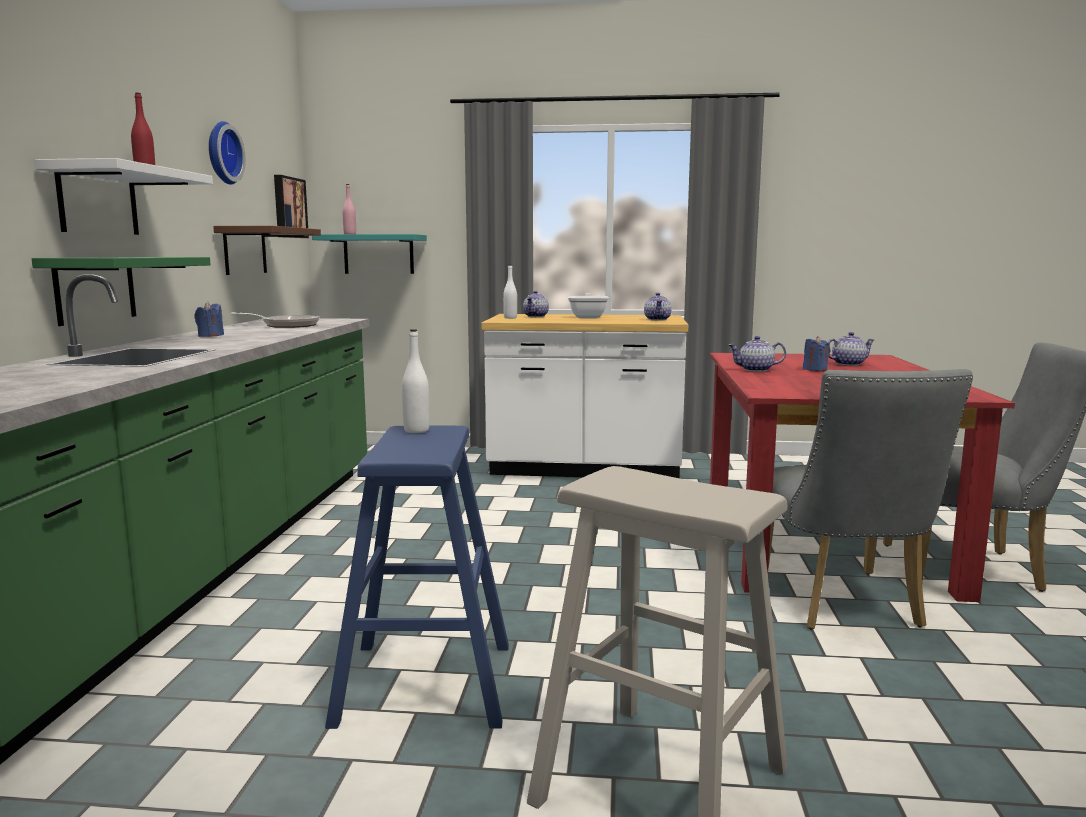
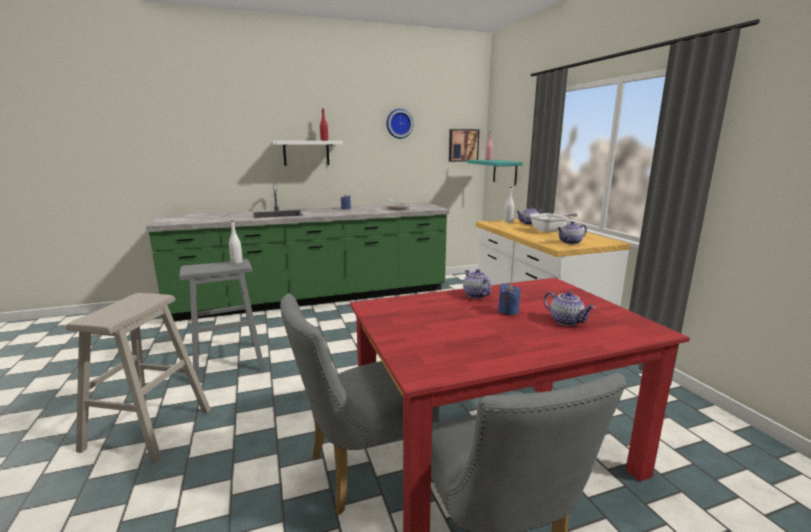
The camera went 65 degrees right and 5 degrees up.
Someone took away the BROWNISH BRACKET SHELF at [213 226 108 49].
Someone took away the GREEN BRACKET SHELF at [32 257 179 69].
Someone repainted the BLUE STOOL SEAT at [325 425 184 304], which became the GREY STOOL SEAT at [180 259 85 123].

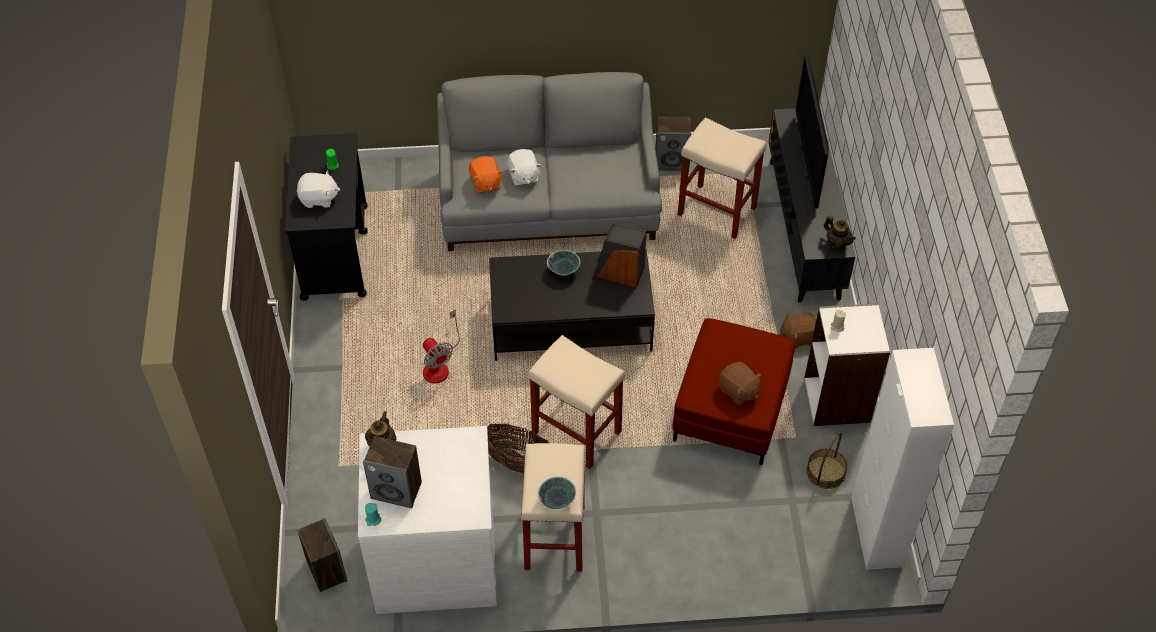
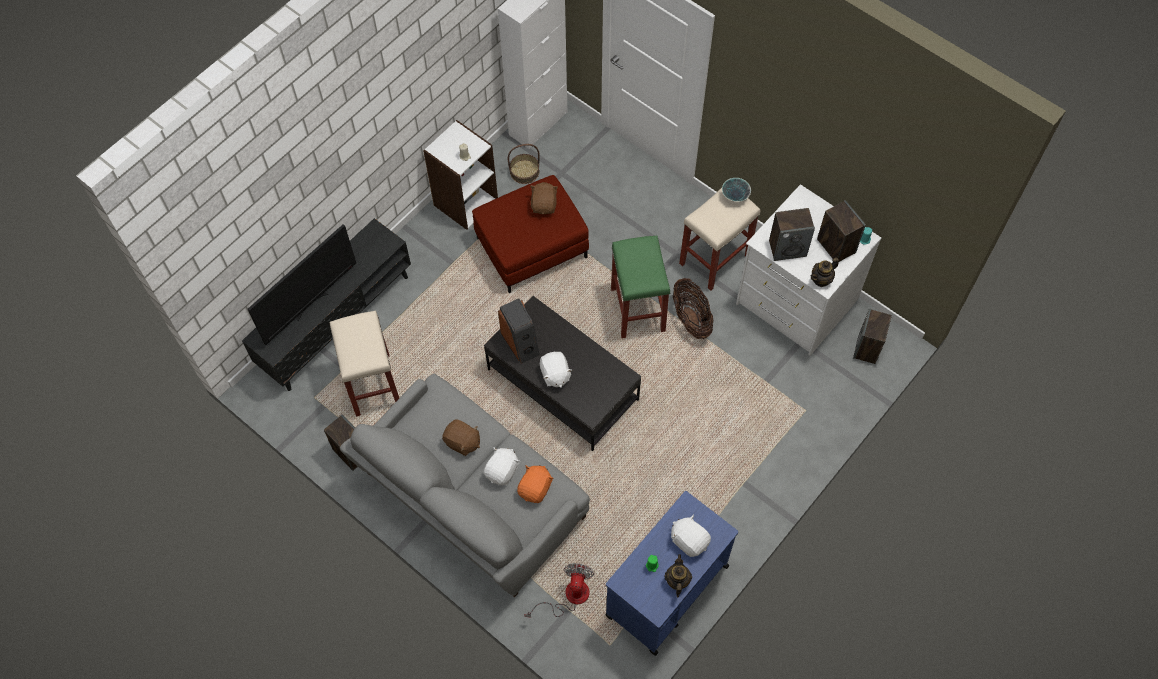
The camera went 135 degrees left and 10 degrees up.
Someone repainted the BLACKISH TROLLEY at [285 133 82 168], which became the BLUE TROLLEY at [605 491 133 165].
Someone carried the TEA POT from [824 215 32 35] to [664 554 28 43].
Someone swapped the BOWL at [547 250 33 26] for the WHITISH SOFT TOY at [540 352 32 36].
Someone carried the ELECTRIC FAN from [423 310 37 73] to [524 563 70 55].
Someone carried the BROWNISH SOFT TOY from [779 312 37 37] to [442 419 38 37].
Someone repainted the SAND-COLOURED STOOL SEAT at [528 335 97 134], which became the GREEN STOOL SEAT at [611 235 59 103].
Someone put down the SPEAKER at [769 208 46 53].

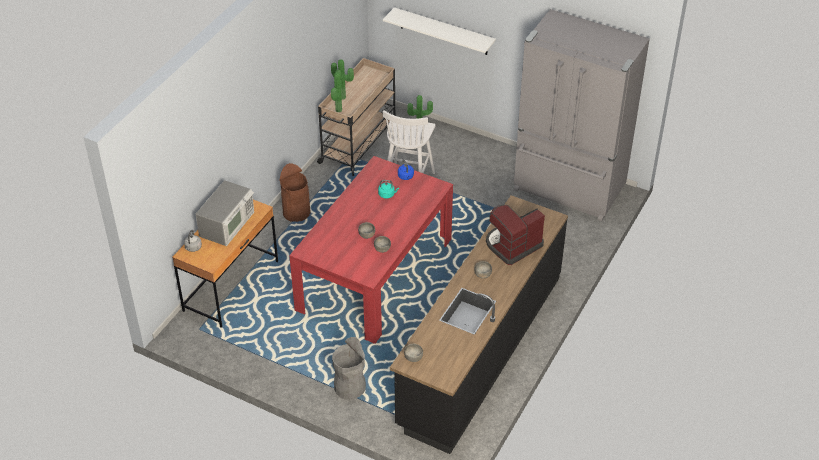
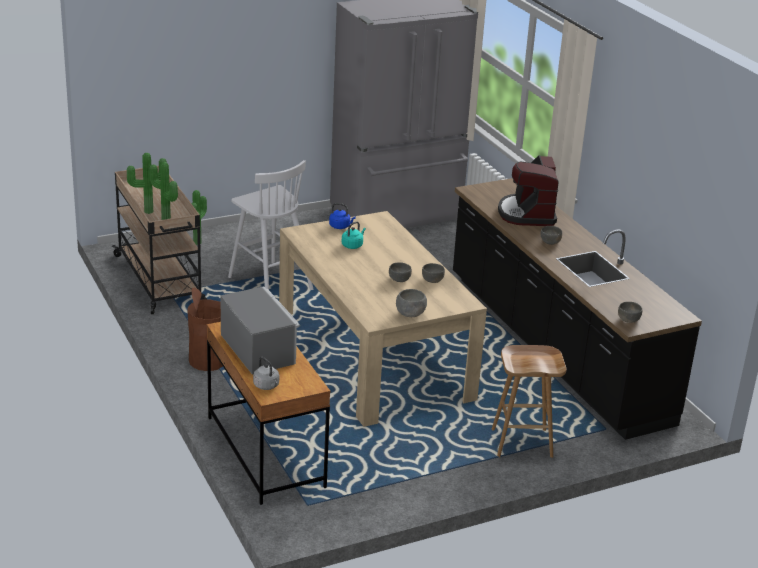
The camera went 55 degrees left and 15 degrees down.
Someone took away the WHITISH BRACKET SHELF at [383 7 113 48].
Someone repainted the RED DINNER TABLE at [289 156 164 188], which became the SAND-COLOURED DINNER TABLE at [279 211 208 216].
Someone swapped the GREY RUBBISH BIN at [332 337 34 63] for the BROWNISH STOOL SEAT at [492 345 75 113].
Someone put down the GREY BOWL at [396 289 31 28].

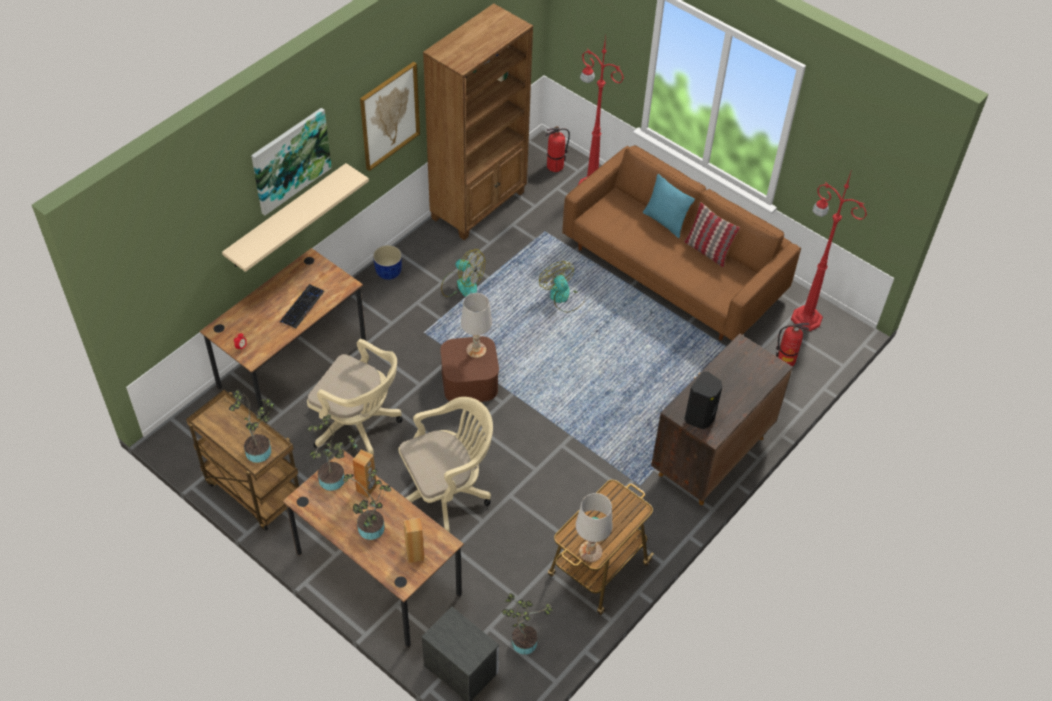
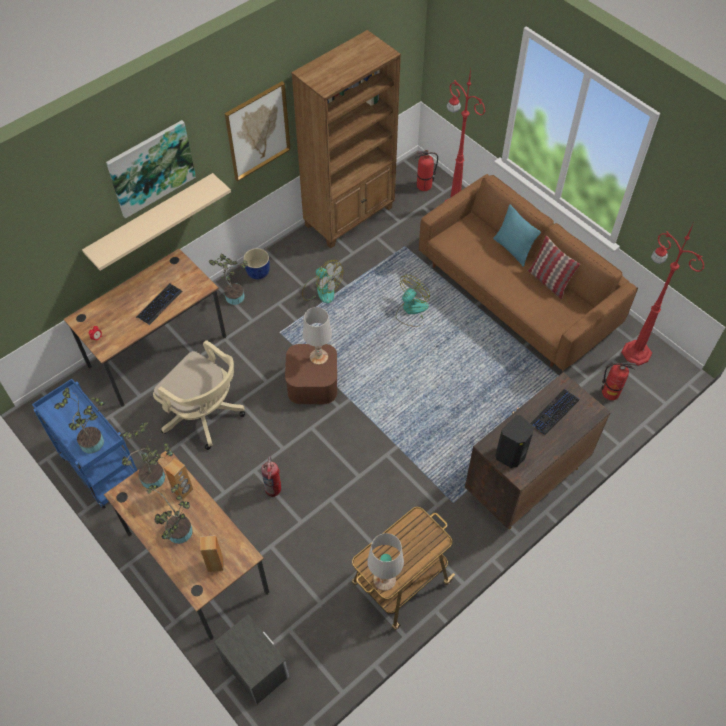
The camera went 10 degrees right and 5 degrees up.
Someone rotated the ELECTRIC FAN at [539 261 47 51] by 60 degrees clockwise.
Someone repainted the BROWNISH TROLLEY at [186 390 113 141], which became the BLUE TROLLEY at [32 379 106 130].
Someone swapped the SAND-COLOURED OFFICE CHAIR at [399 397 94 135] for the FIRE EXTINGUISHER at [261 456 20 41].
Someone carried the POTTED PLANT from [502 593 50 62] to [209 254 39 51].
Someone put down the PC KEYBOARD at [530 389 49 45].

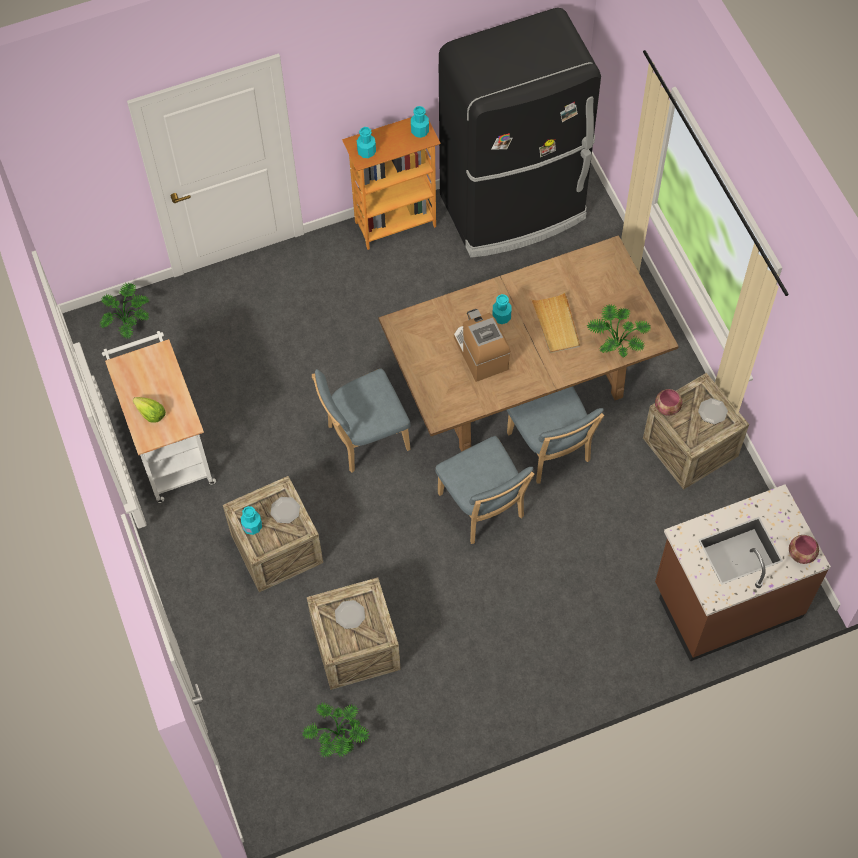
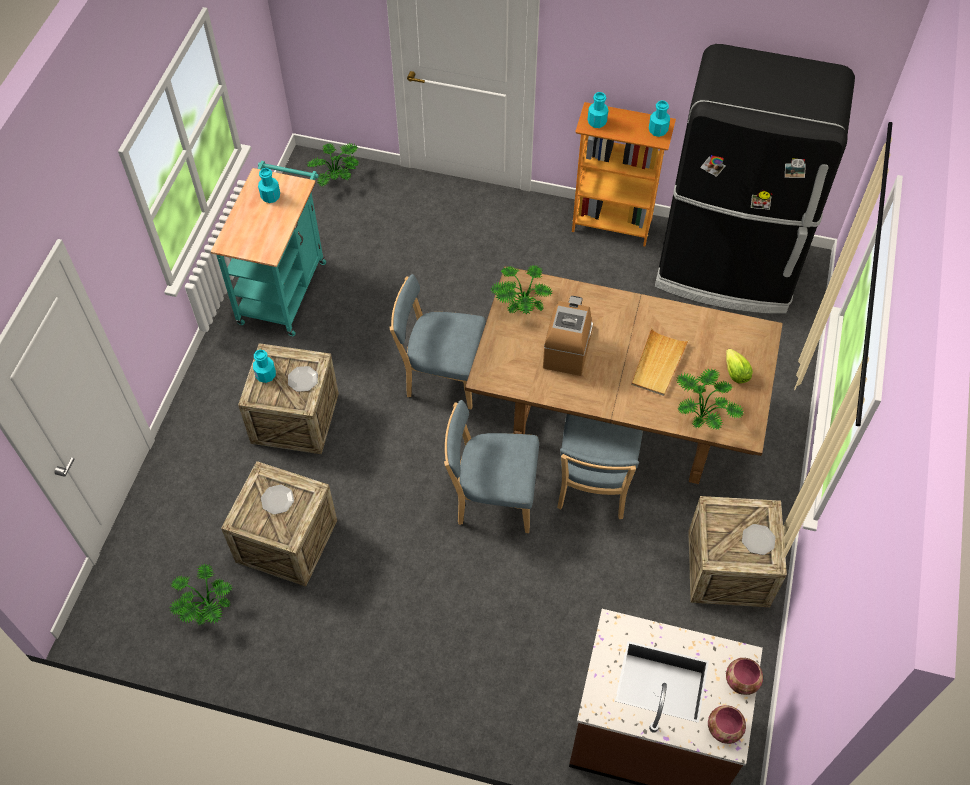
The camera went 35 degrees right and 5 degrees down.
Someone carried the TURQUOISE-COLOURED BOTTLE from [492 294 19 30] to [258 168 22 35].
Someone repainted the WHITISH TROLLEY at [102 331 114 172], which became the TURQUOISE-COLOURED TROLLEY at [211 161 115 175].
Someone carried the BOWL from [655 389 27 27] to [726 658 37 37].
Someone carried the LETTUCE HEAD from [133 397 33 25] to [726 349 27 35].
Someone rotated the BLUE UPRIGHT CHAIR at [435 436 99 108] by 90 degrees clockwise.
Someone put down the POTTED PLANT at [491 265 62 50].

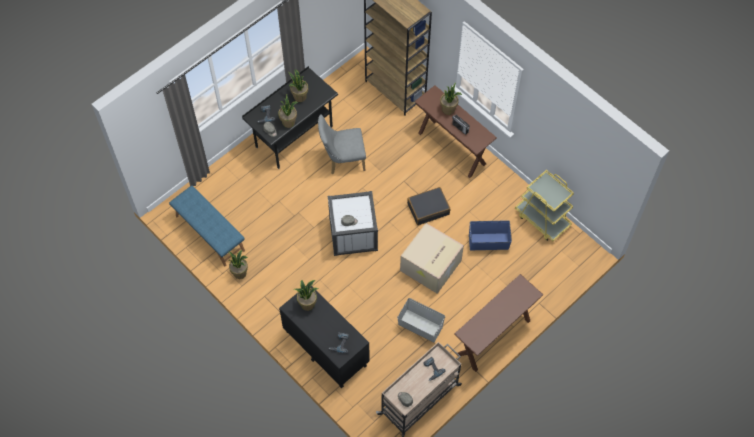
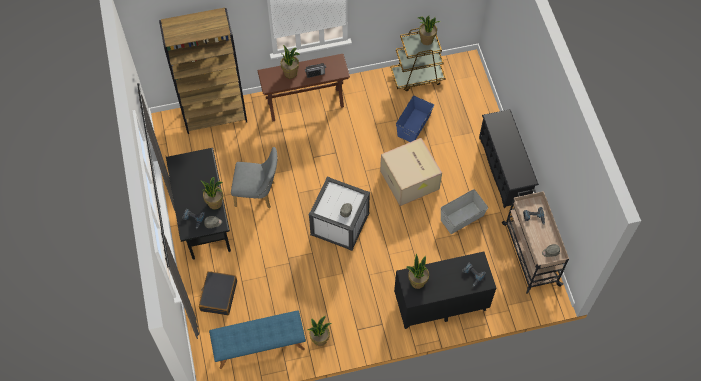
The camera went 60 degrees left and 0 degrees up.
Someone carried the POTTED PLANT from [288 69 20 33] to [418 16 22 29].
Someone rotated the GREY UPRIGHT CHAIR at [318 114 48 60] by 105 degrees counterclockwise.
Someone repainted the YELLOW-COLOURED TROLLEY at [515 170 59 71], which became the BROWNISH TROLLEY at [391 28 55 63].
Someone carried the BLACKISH SUITCASE from [407 187 43 38] to [199 271 38 44].
Someone swapped the BROWNISH CONSOLE TABLE at [454 274 89 98] for the BLACKISH SHOE RACK at [479 109 60 99].

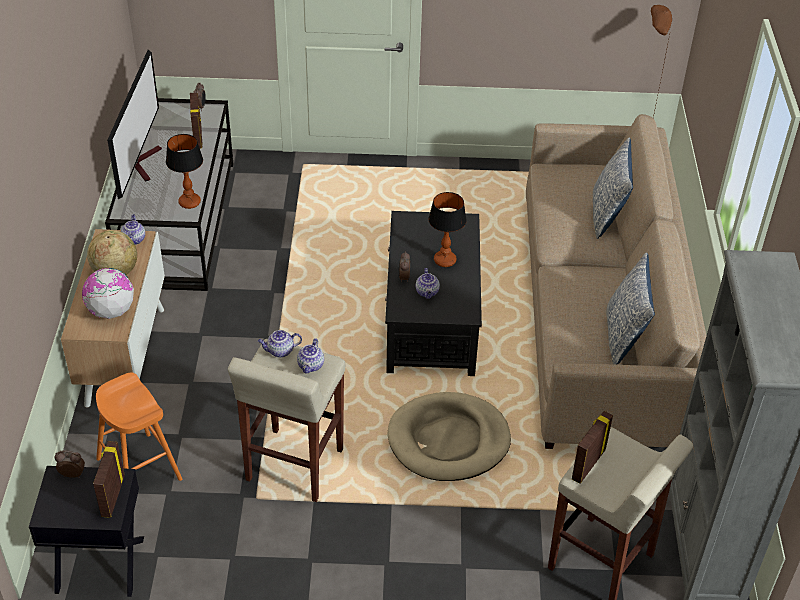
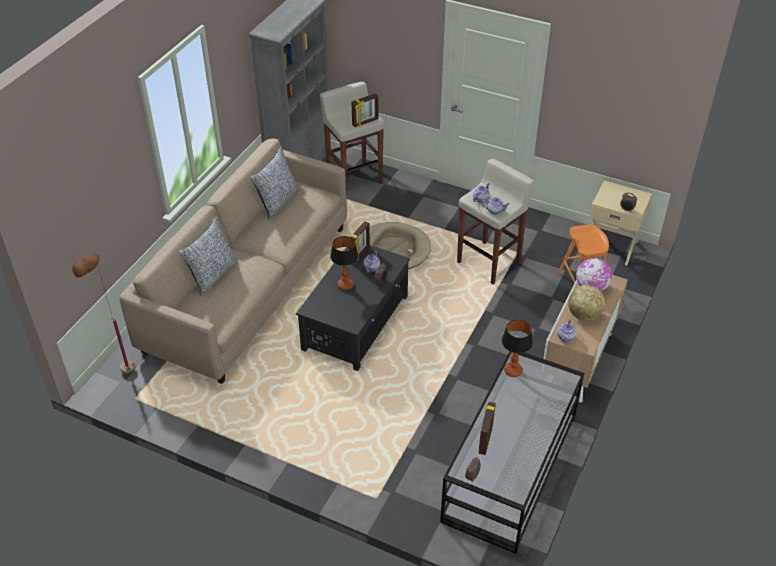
The camera went 155 degrees left and 0 degrees up.
Someone took away the TV SET at [107 50 55 149].
Someone carried the PHOTO FRAME from [93 441 32 77] to [349 221 21 43].
Someone repainted the BLACKISH NIGHT TABLE at [29 466 115 131], which became the SAND-COLOURED NIGHT TABLE at [589 180 63 85].

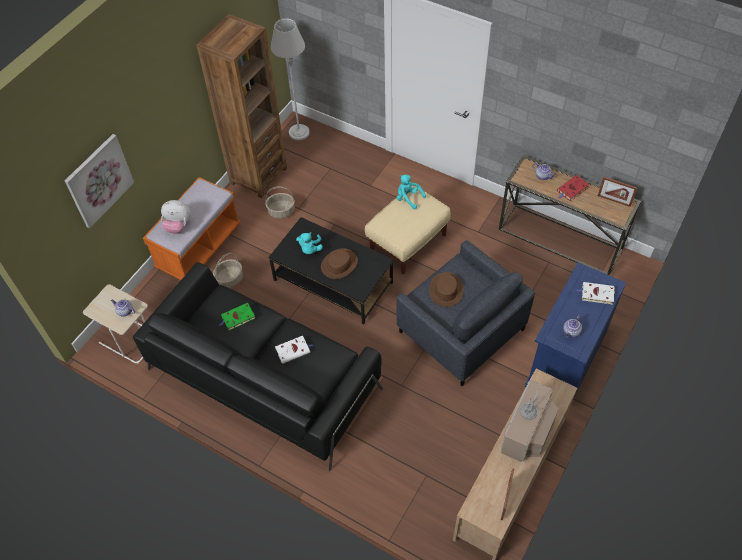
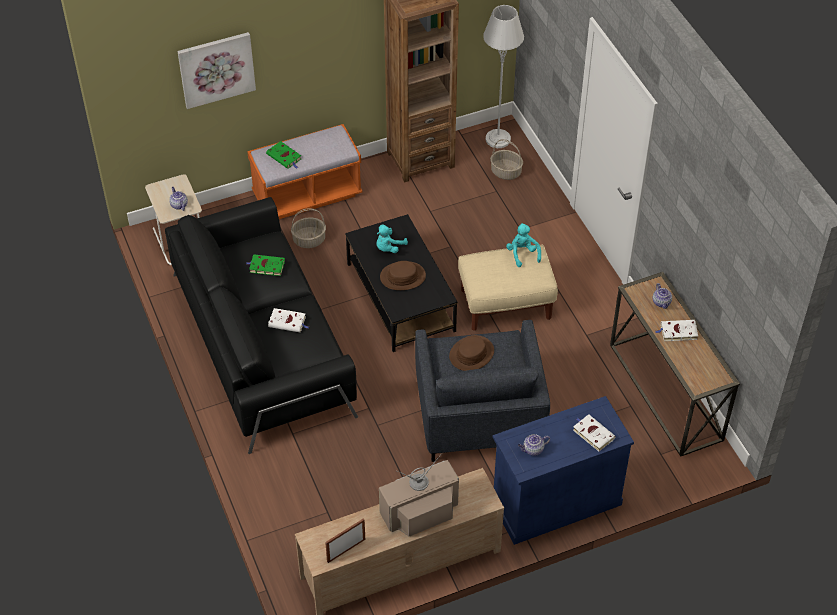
The camera went 35 degrees right and 5 degrees down.
Someone repainted the RED BOUND BOOK at [557 175 33 26], which became the WHITISH BOUND BOOK at [655 320 43 21].
Someone took away the PHOTO FRAME at [598 177 39 30].
Someone carried the STORAGE BASKET from [265 186 30 33] to [490 139 33 41].
Someone swapped the SOFT TOY at [161 200 30 34] for the GREEN BOUND BOOK at [266 141 35 28].

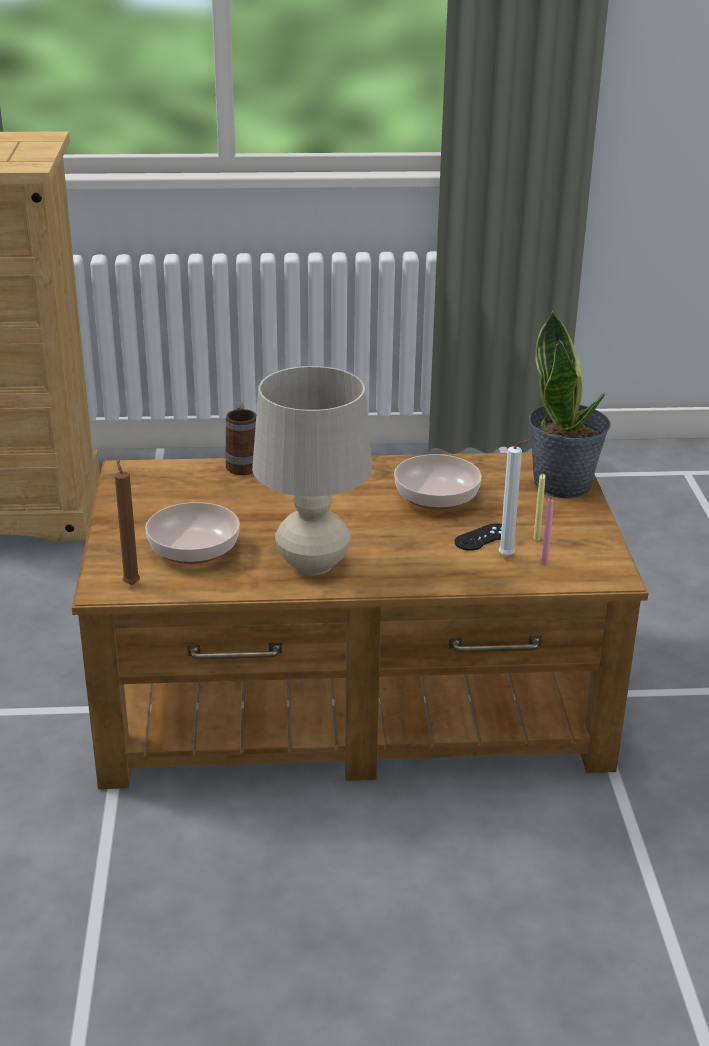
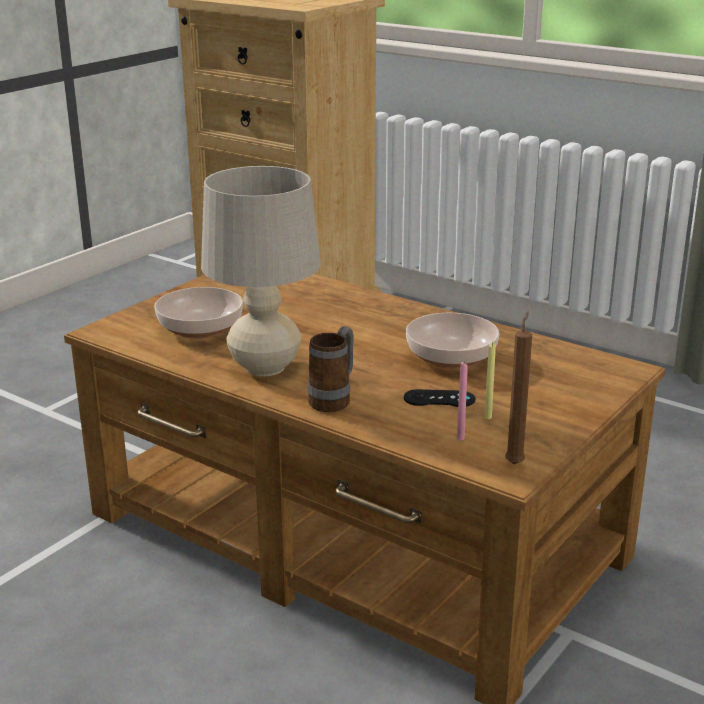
The camera went 40 degrees right and 5 degrees down.
Someone took away the POTTED PLANT at [529 311 82 187].
Someone carried the COFFEE MUG from [225 402 31 73] to [308 326 46 86].
Someone took away the WHITISH WAX LIGHT at [499 440 31 117].
Someone carried the BROWNISH WAX LIGHT from [115 455 25 130] to [505 312 27 153].

